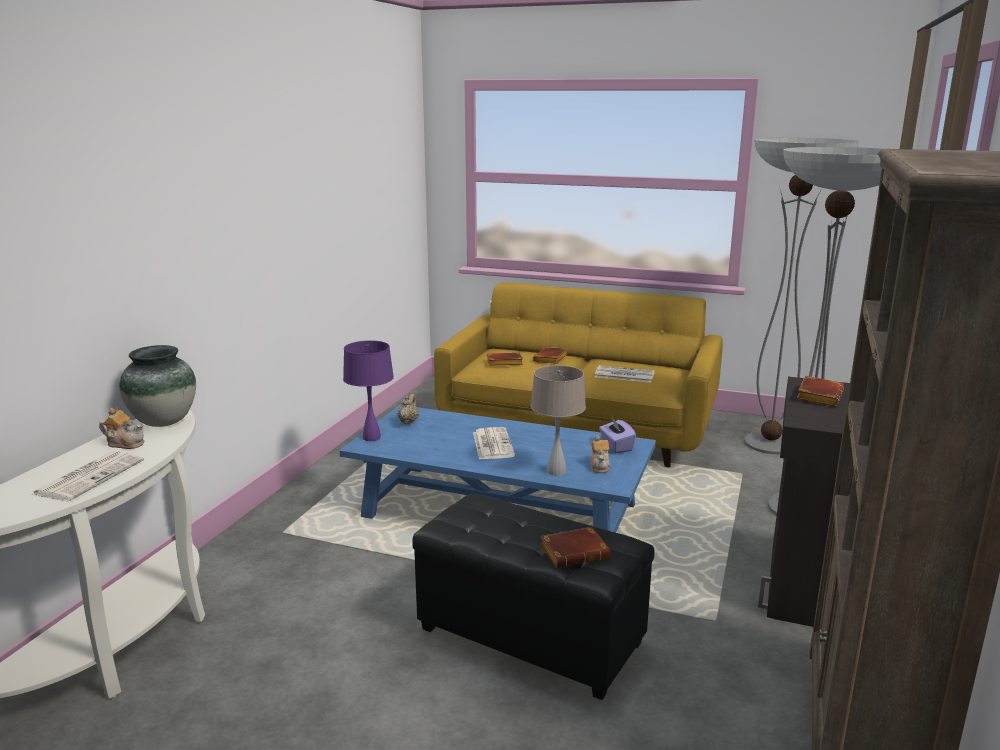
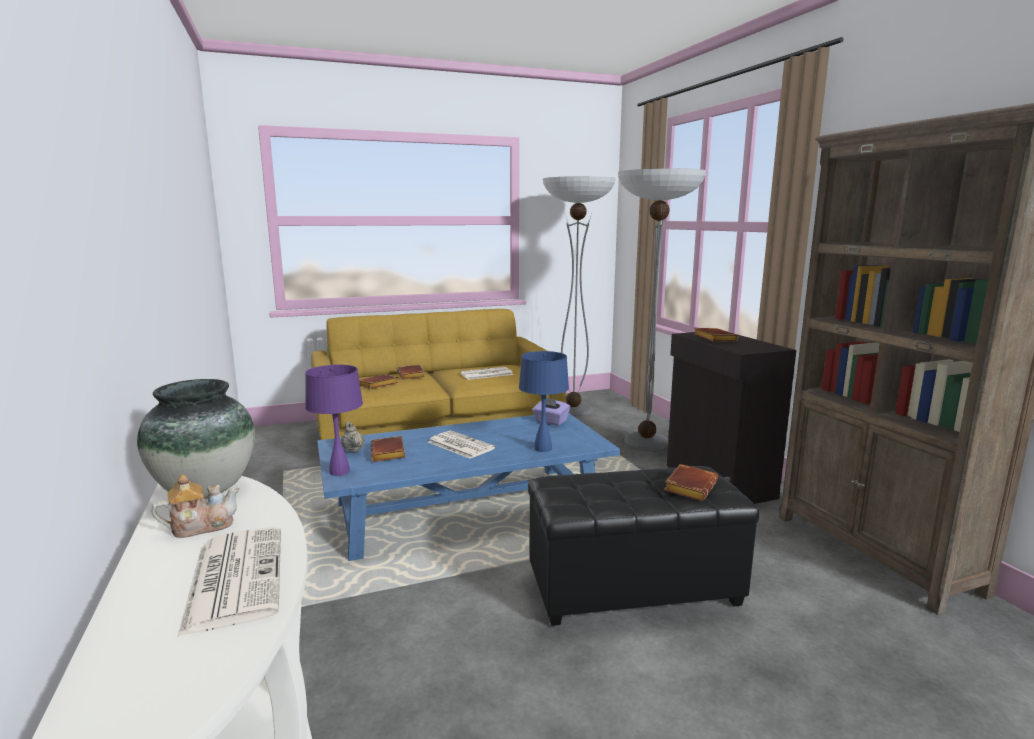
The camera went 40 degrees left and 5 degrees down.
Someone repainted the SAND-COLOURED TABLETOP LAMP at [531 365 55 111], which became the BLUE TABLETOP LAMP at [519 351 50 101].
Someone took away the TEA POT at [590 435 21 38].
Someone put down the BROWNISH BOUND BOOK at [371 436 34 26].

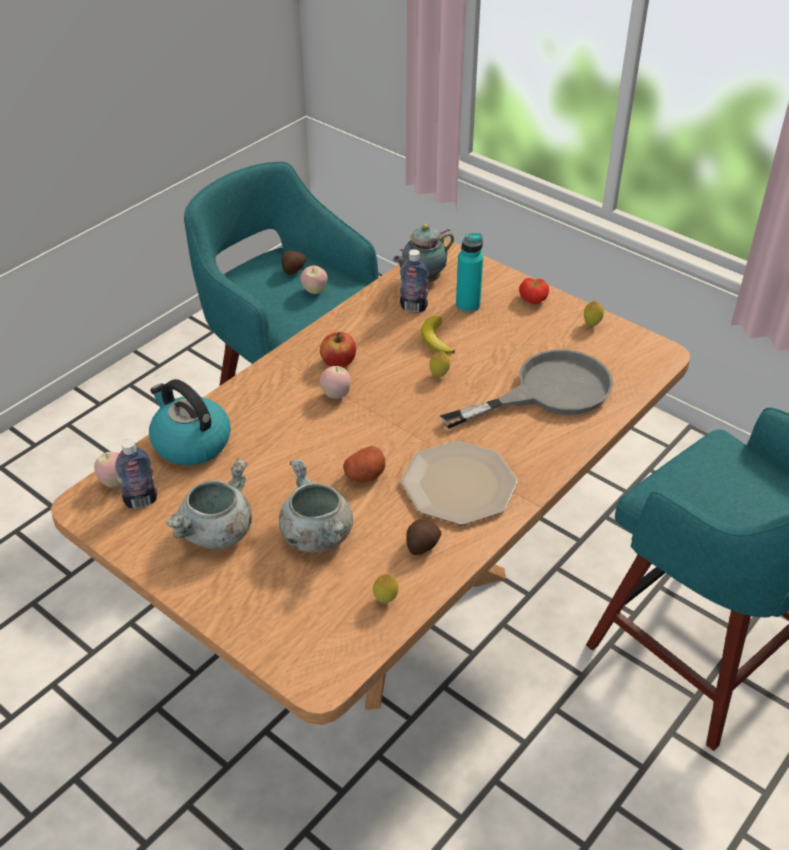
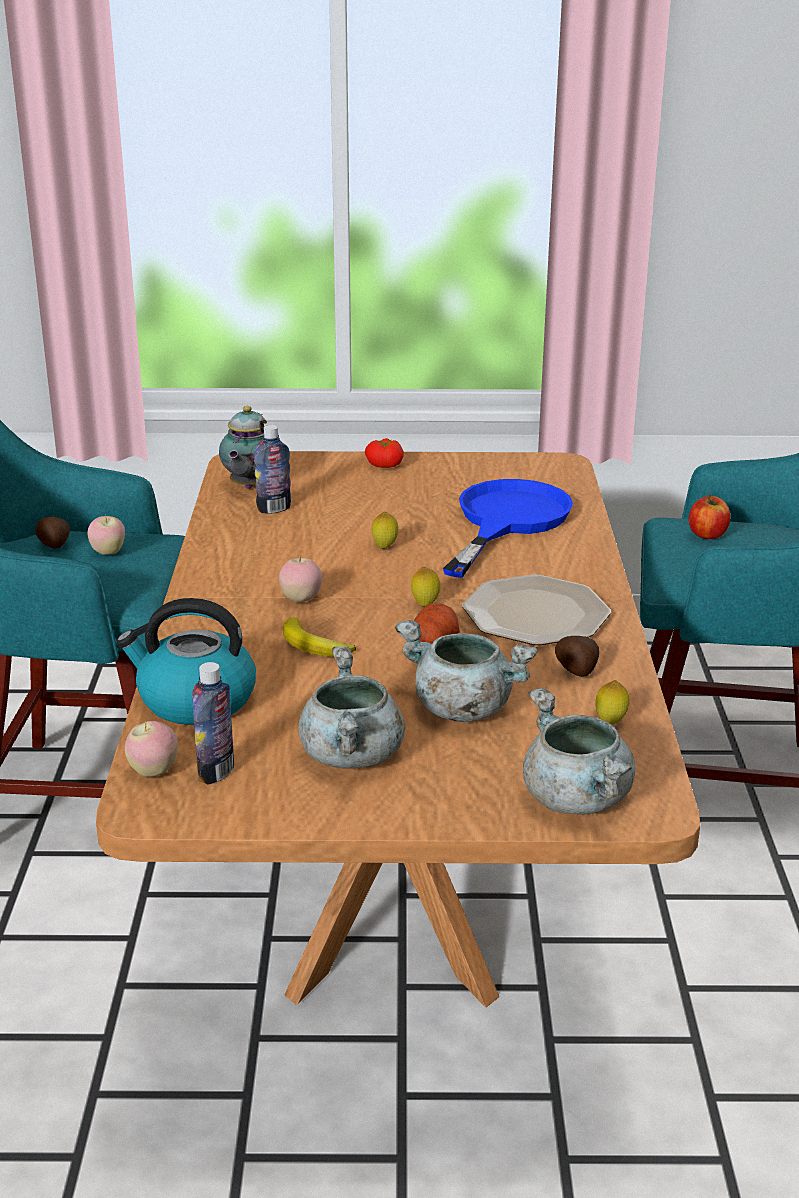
The camera went 40 degrees left and 15 degrees down.
Someone took away the TURQUOISE-COLOURED BOTTLE at [456 233 27 80].
Someone carried the CITRUS FRUIT from [584 301 20 26] to [411 567 29 40].
Someone carried the BANANA FRUIT from [421 316 34 38] to [283 617 73 40].
Someone carried the WHOLE APPLE from [320 332 36 36] to [689 494 41 45].
Someone repainted the GREY FRYING PAN at [440 349 173 80], which became the BLUE FRYING PAN at [443 479 130 99].
Someone put down the GREY COOKING POT at [523 688 112 127].

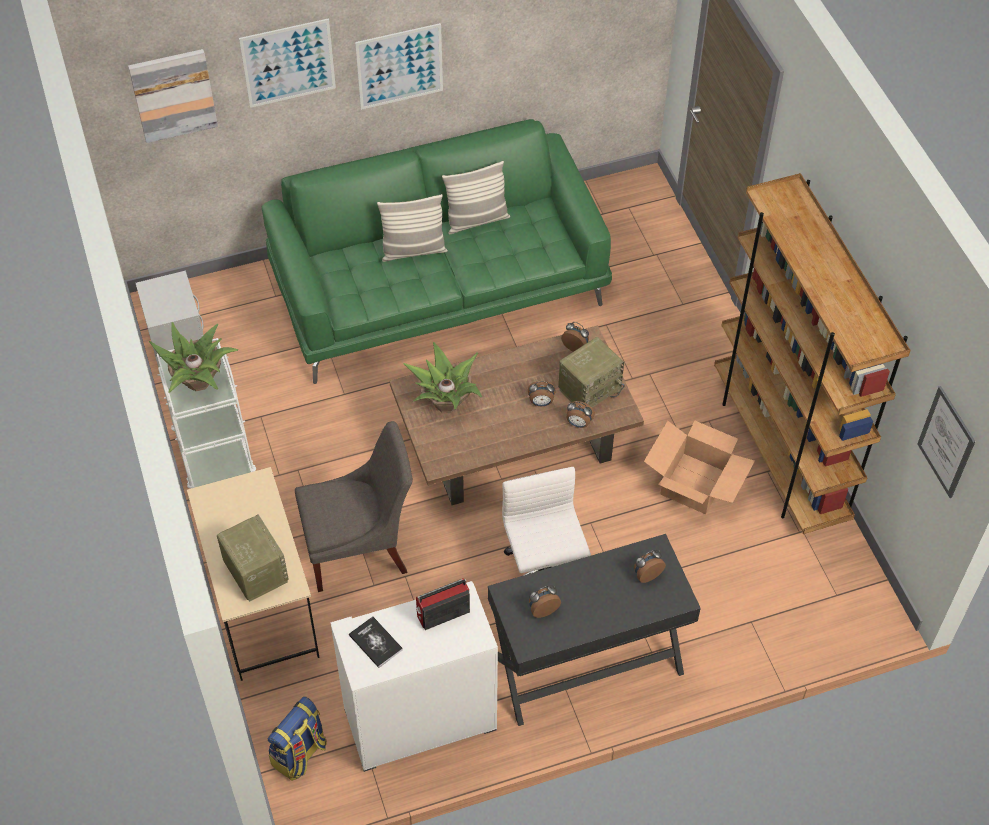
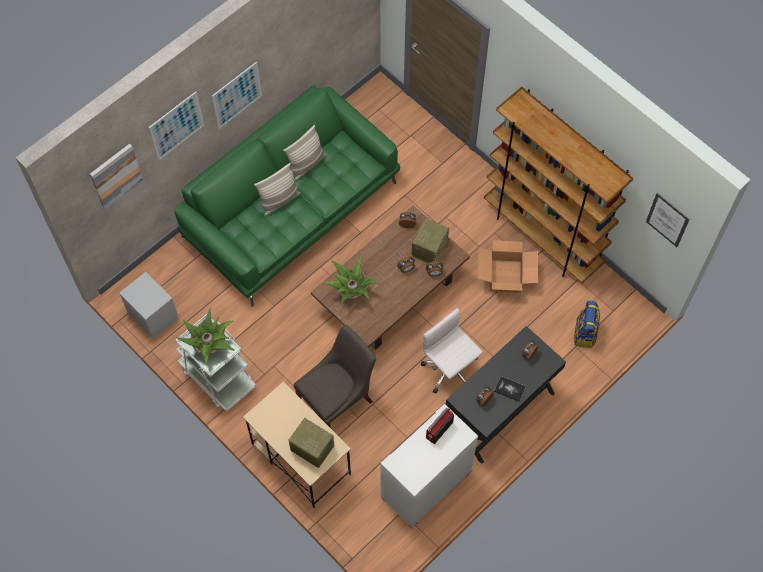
The camera went 25 degrees left and 10 degrees up.
Someone carried the BOUND BOOK from [349 616 54 52] to [494 376 32 26].
Someone carried the RUCKSACK from [268 696 59 85] to [574 301 26 47].

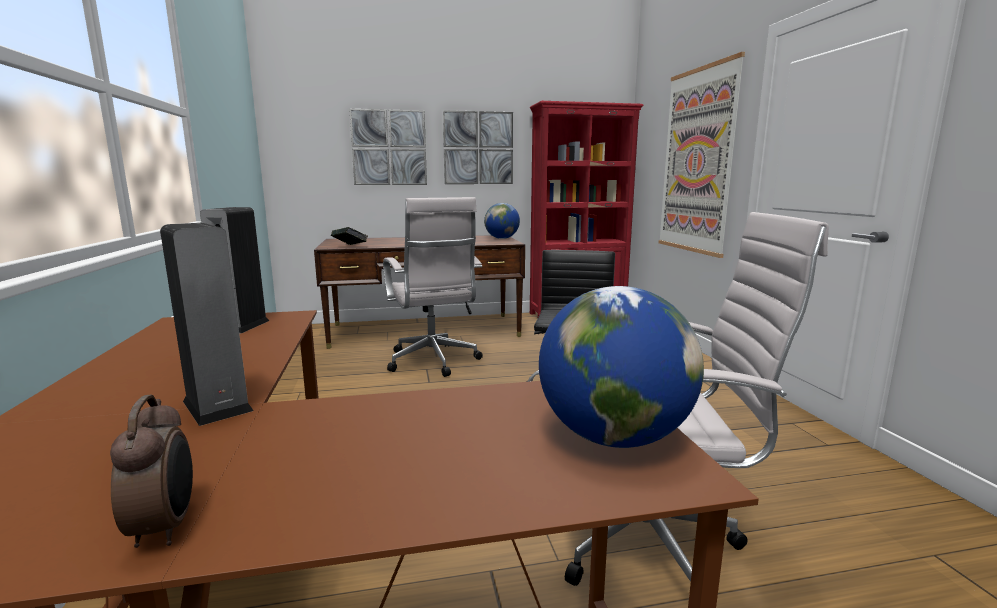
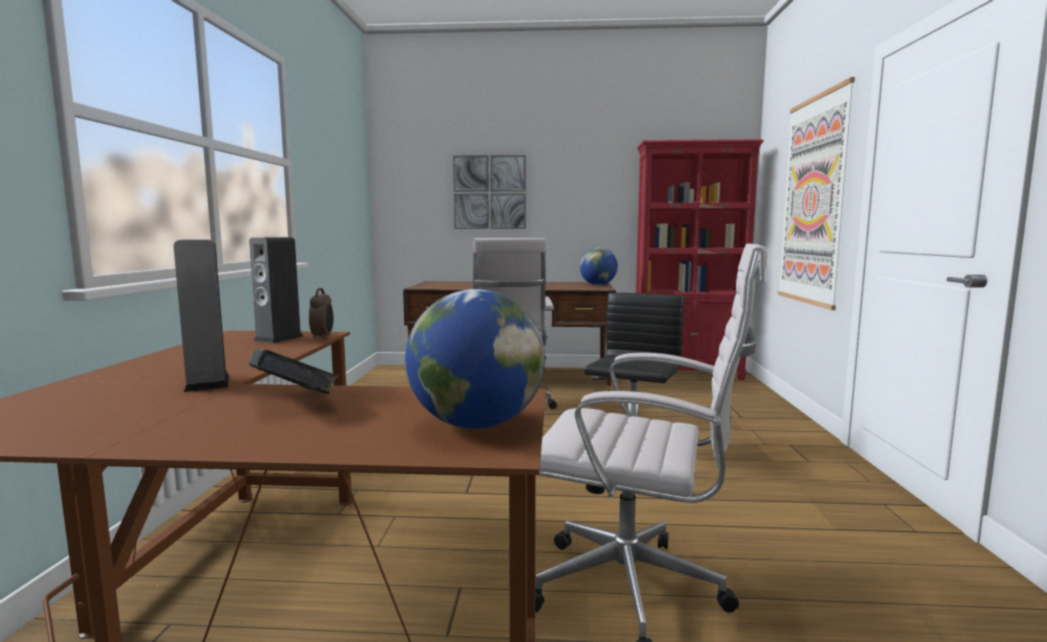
The camera went 15 degrees right and 5 degrees down.
Someone took away the WALL PICTURE at [443 110 70 74].
Someone carried the BOUND BOOK from [331 227 37 18] to [248 349 90 45].
Someone carried the ALARM CLOCK from [110 394 83 154] to [309 288 25 51].

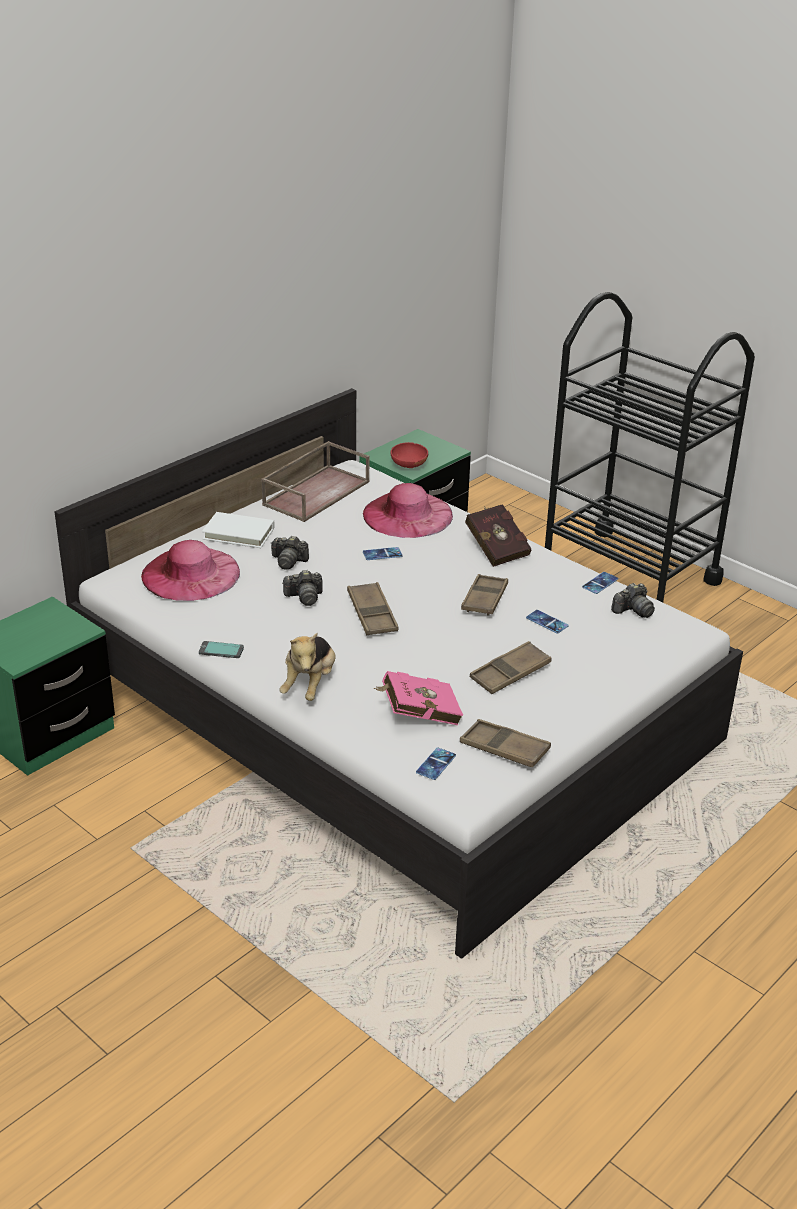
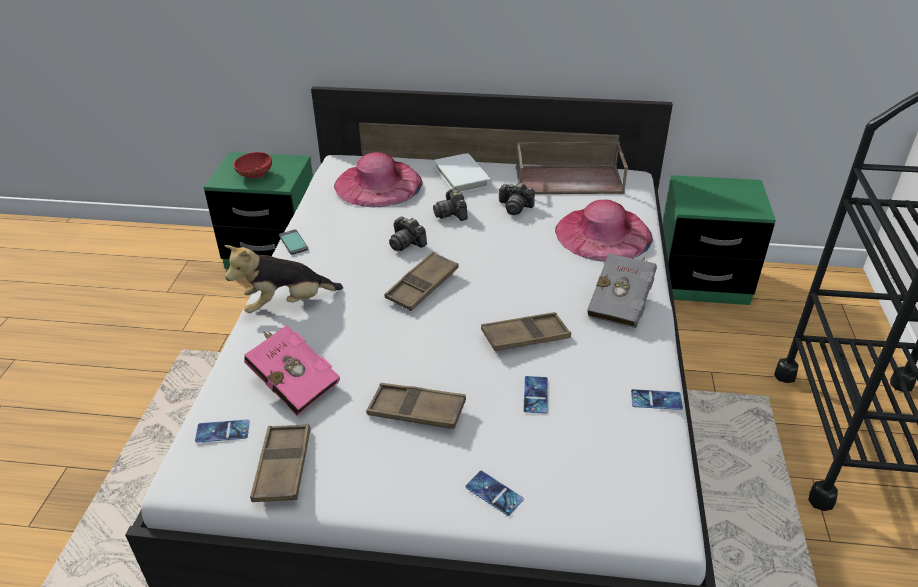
The camera went 55 degrees right and 5 degrees up.
Someone carried the RED BOWL from [391 442 37 26] to [234 152 38 26].
Someone repainted the RED BOUND BOOK at [465 504 66 63], which became the GREY BOUND BOOK at [587 253 70 75].
Someone carried the TELEPHONE from [363 547 40 13] to [465 471 59 45].
Someone carried the PHOTO CAMERA from [611 583 44 35] to [498 182 37 33].

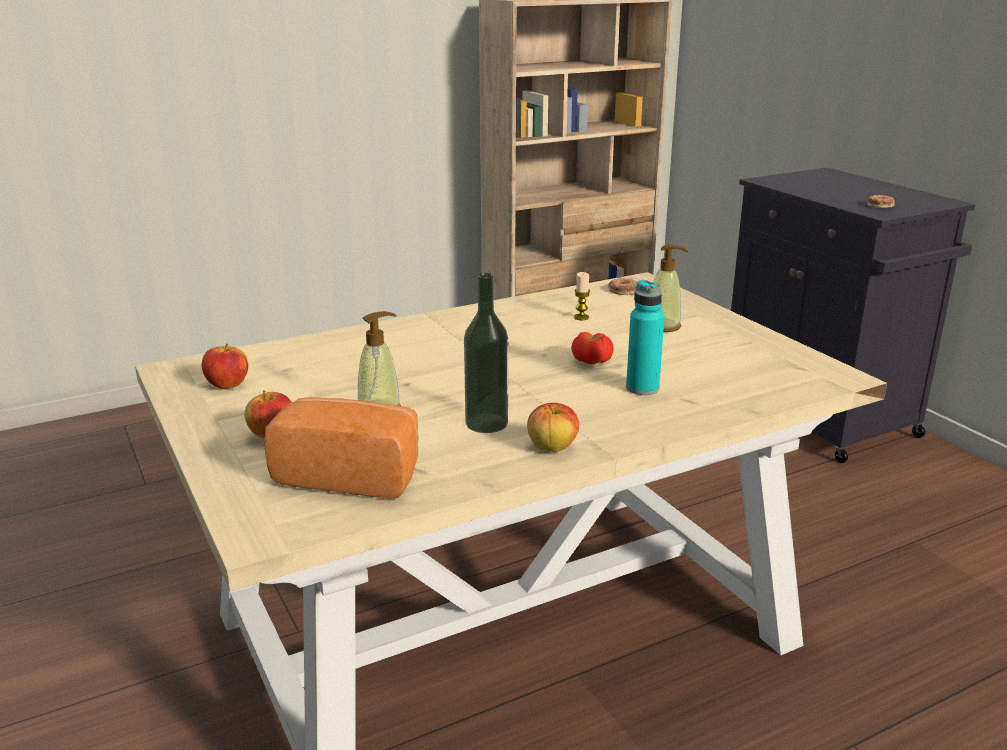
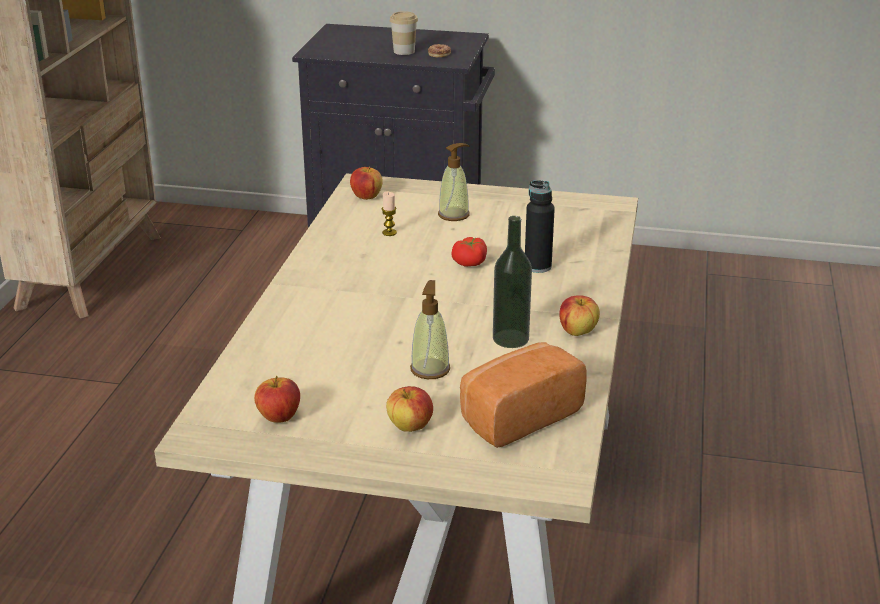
The camera went 50 degrees left and 5 degrees up.
Someone swapped the DONUT at [608 278 29 17] for the WHOLE APPLE at [350 167 33 33].
Someone repainted the TURQUOISE-COLOURED BOTTLE at [626 280 39 115], which became the BLACKISH BOTTLE at [525 180 30 93].
Someone put down the CUP at [390 11 28 44].

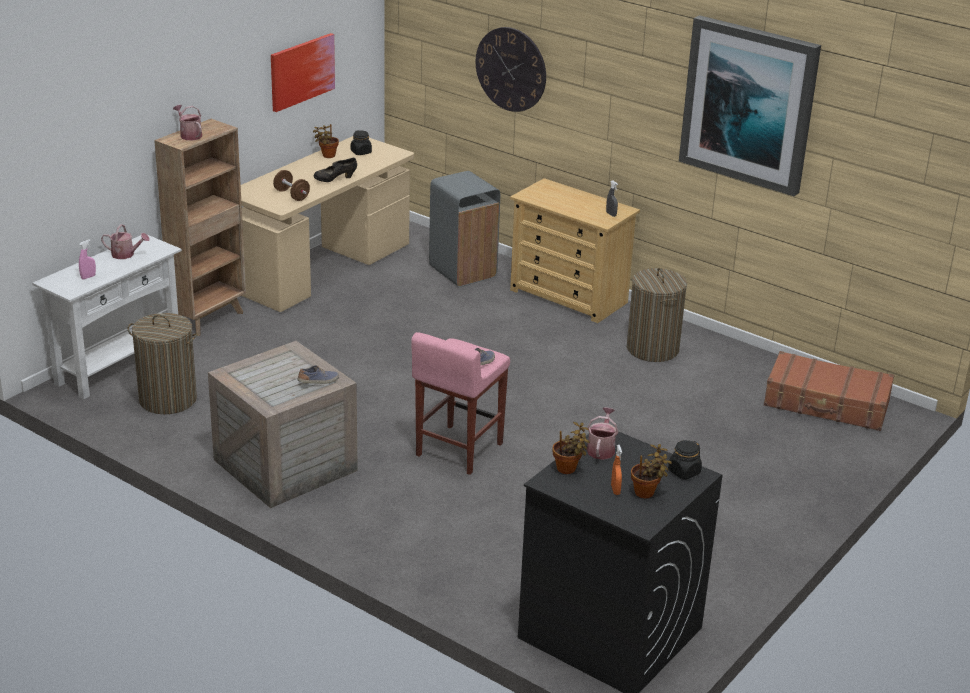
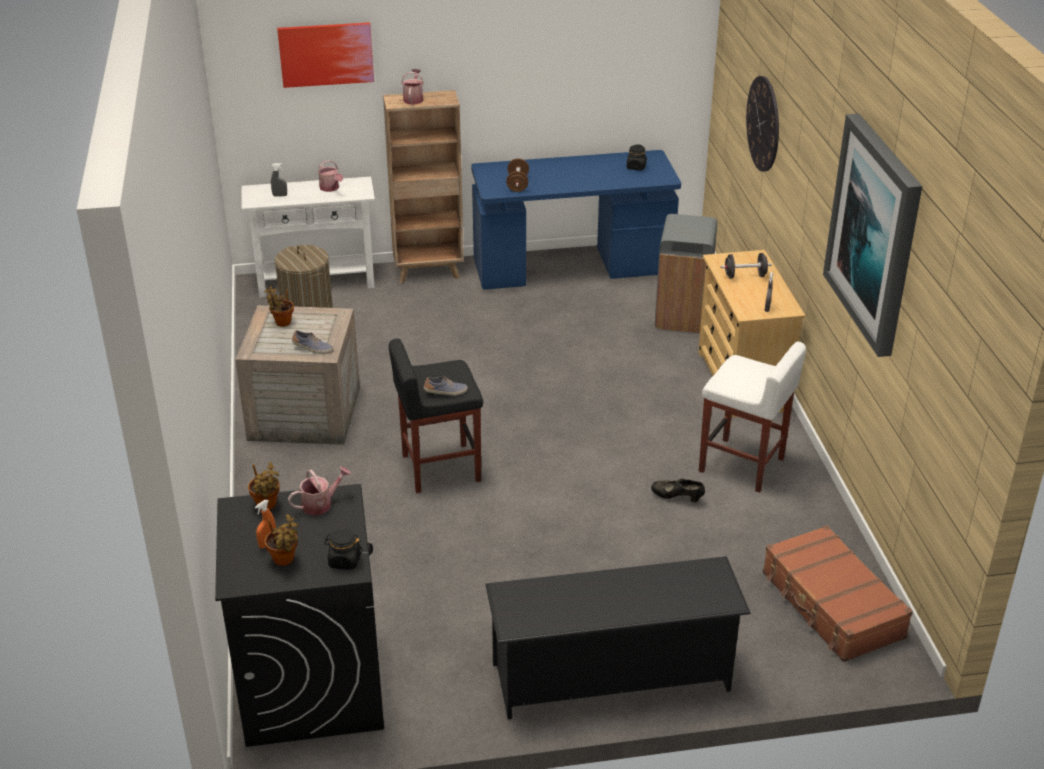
The camera went 45 degrees right and 5 degrees up.
Someone carried the WALL PICTURE from [271 33 64 79] to [277 22 97 66].
Someone carried the POTTED PLANT from [313 124 26 34] to [264 286 30 41].
Someone repainted the SAND-COLOURED DESK at [241 136 173 176], which became the BLUE DESK at [471 150 210 140].
Someone carried the BLACKISH SHOE from [314 158 43 24] to [651 479 54 23].
Someone repainted the PINKISH SPRAYER at [79 239 17 40], which became the GREY SPRAYER at [271 163 16 34].
Someone swapped the LAUNDRY BASKET at [627 268 60 94] for the WHITISH STOOL SEAT at [699 342 107 151].
Someone repainted the PINKISH STOOL SEAT at [411 332 99 143], which became the BLACKISH STOOL SEAT at [389 338 94 155].
Someone put down the BLACKISH HAND WEIGHT at [721 253 51 26].
Someone put down the BLACKISH SHOE RACK at [485 556 266 163].

